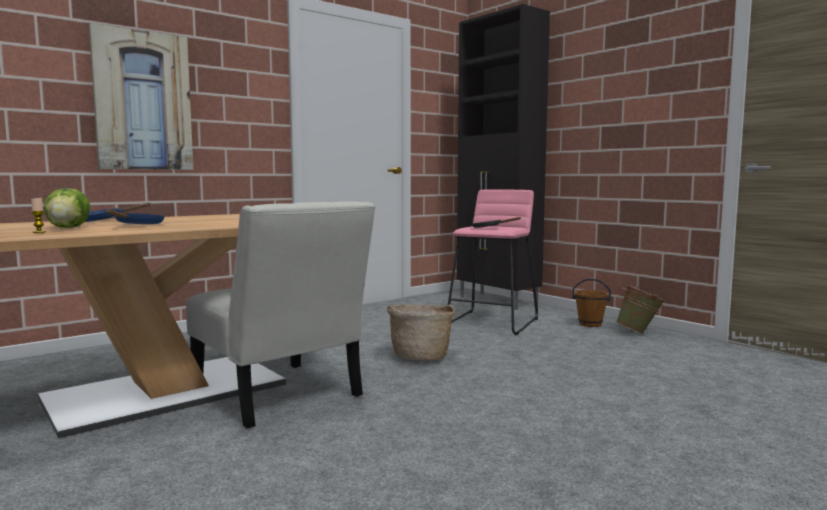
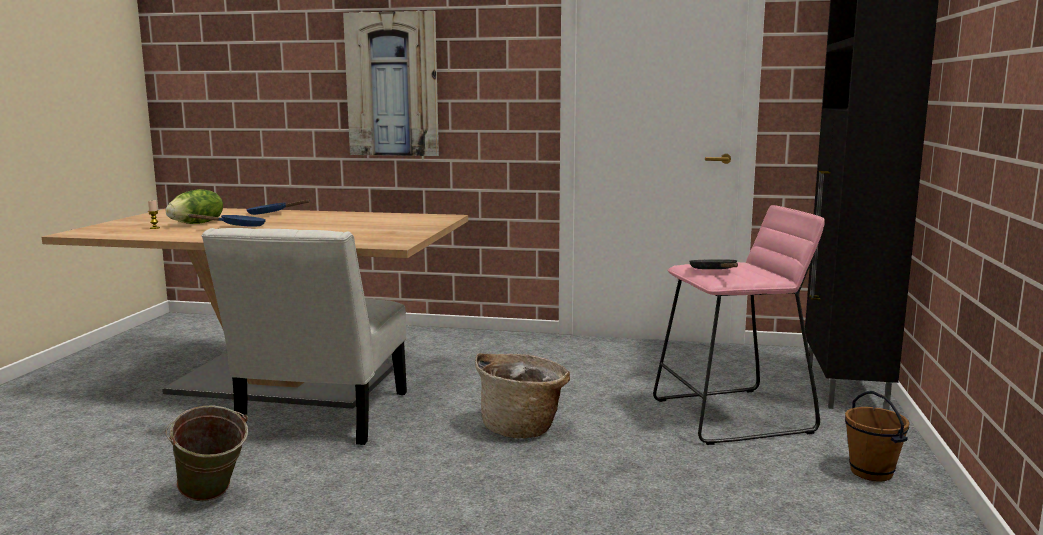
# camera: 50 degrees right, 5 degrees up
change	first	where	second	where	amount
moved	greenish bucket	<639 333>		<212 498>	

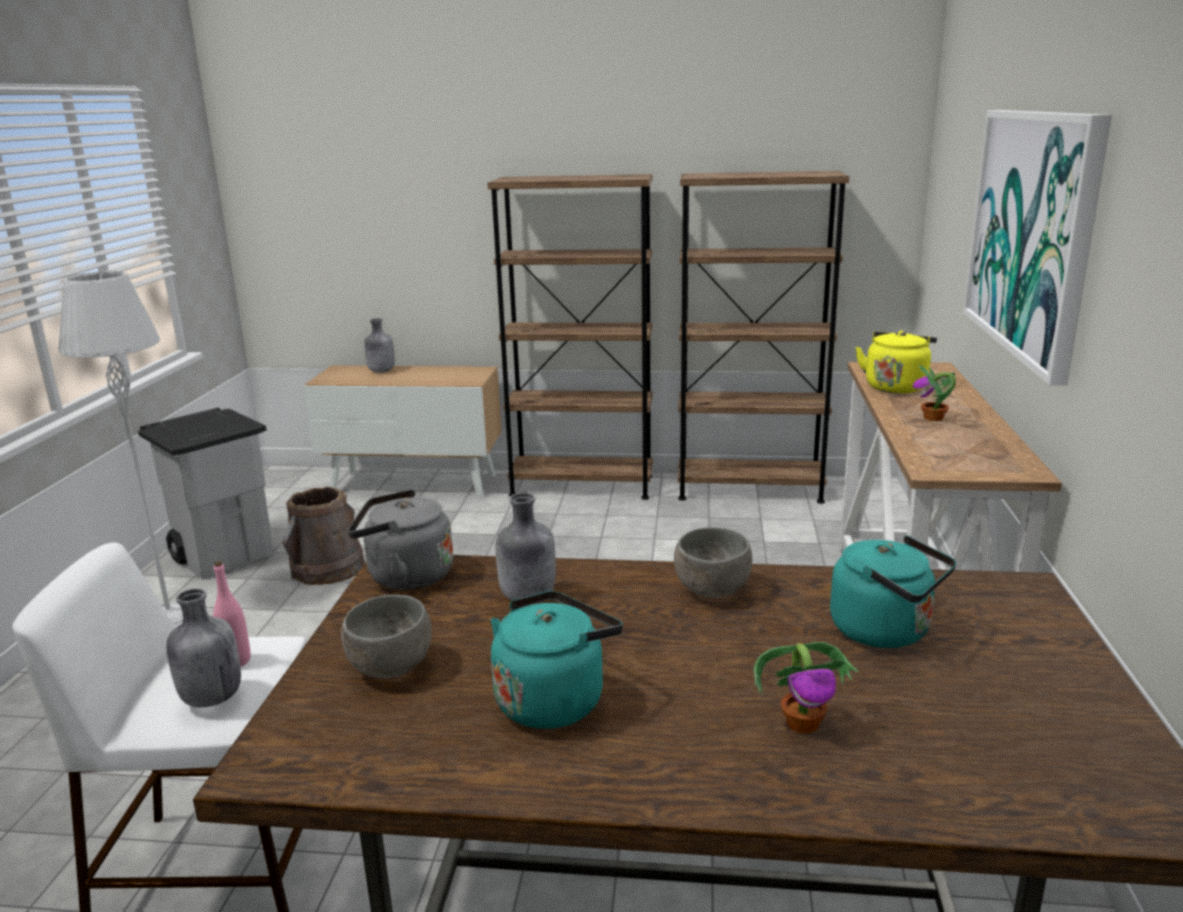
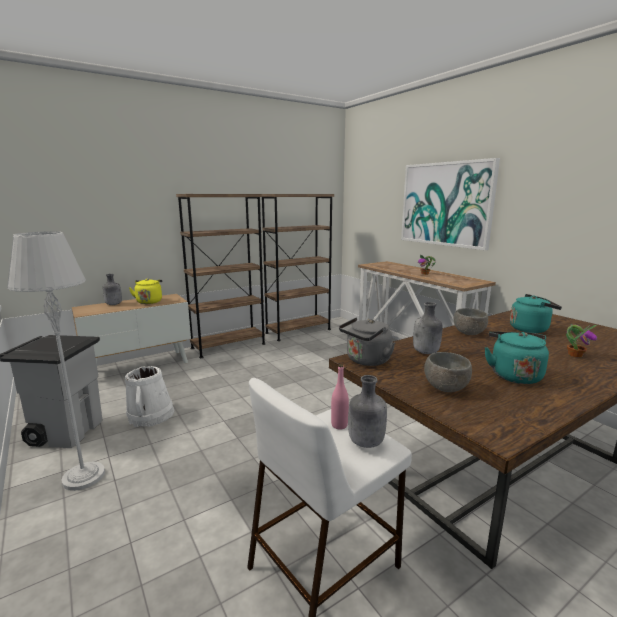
# camera: 40 degrees left, 5 degrees down
change	first	where	second	where	amount
moved	yellowish water kettle	<895 386>		<149 301>	
recoloured	brown-coloured bucket	<328 569>	white-coloured bucket	<151 415>	

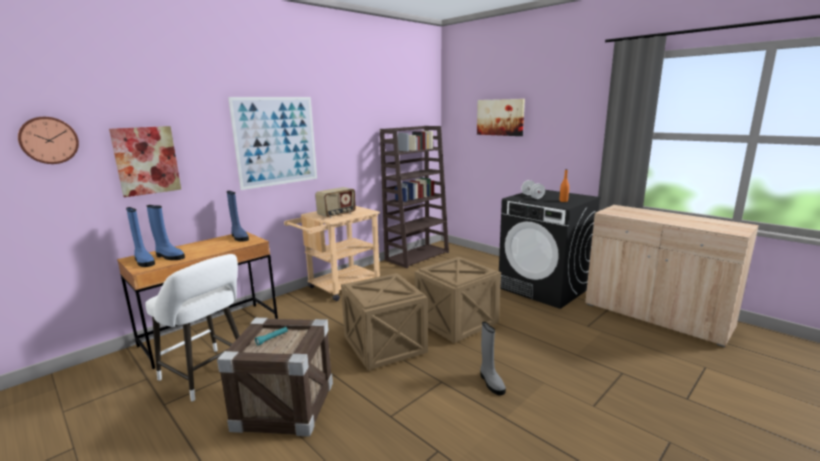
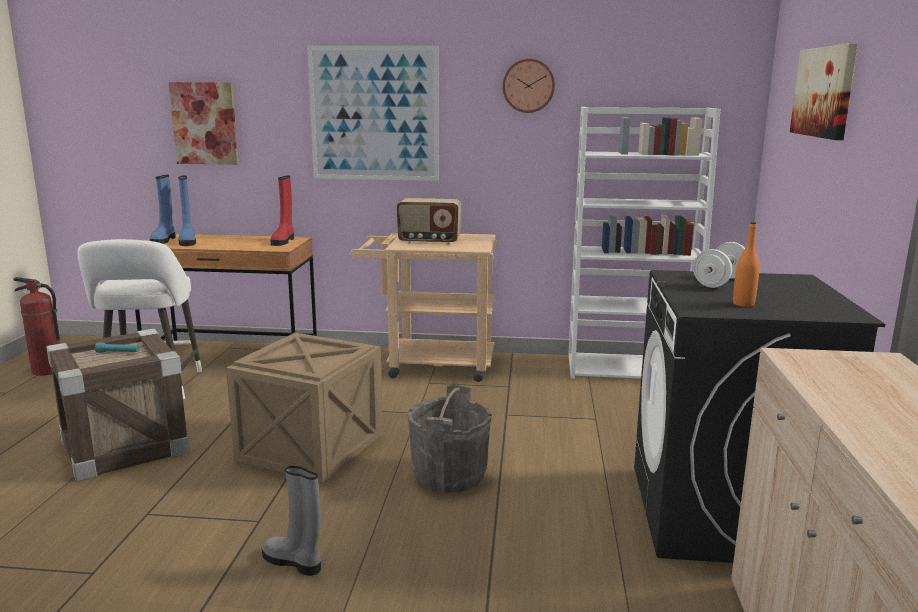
# camera: 50 degrees right, 0 degrees up
change	first	where	second	where	amount
added			fire-fighting cylinder	<47 371>	
moved	hanging clock	<48 140>		<528 86>	
replaced	shipping crate	<457 322>	greyish bucket	<449 475>	
recoloured	blue tall boot	<239 237>	red-coloured tall boot	<283 241>	
recoloured	brown-coloured shelving unit	<417 256>	white-coloured shelving unit	<631 369>	
turned	greyish tall boot	<491 382>		<294 562>	90 degrees clockwise

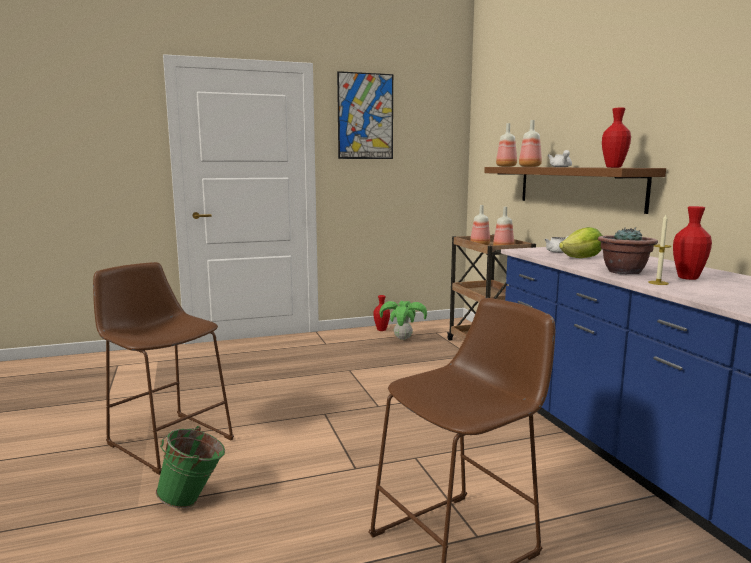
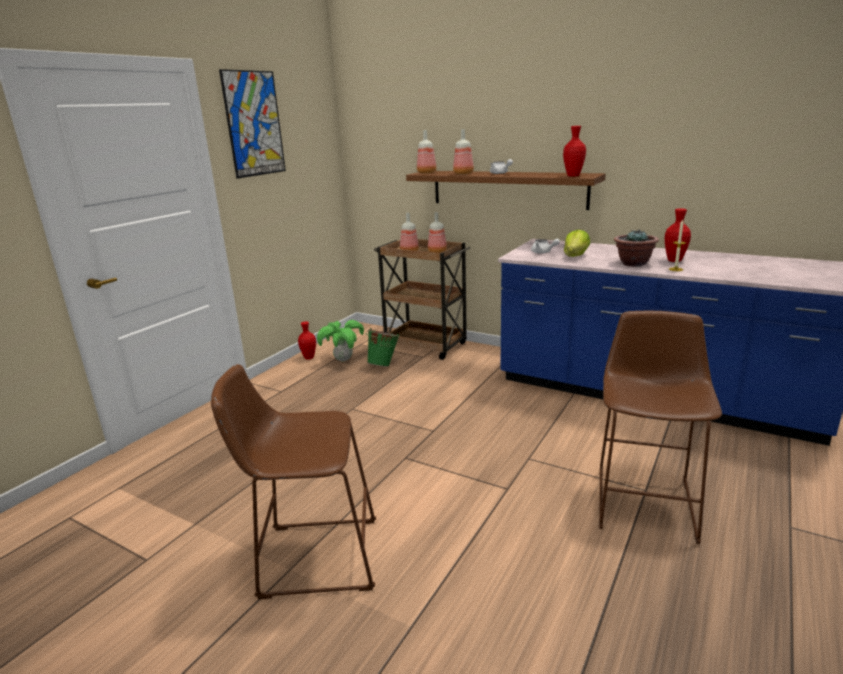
# camera: 40 degrees left, 10 degrees up
change	first	where	second	where	amount
moved	greenish bucket	<194 500>		<384 365>	

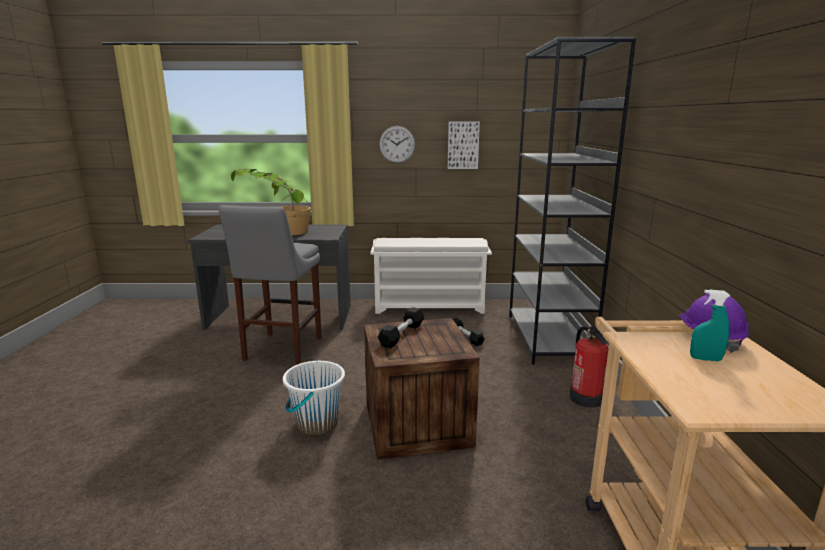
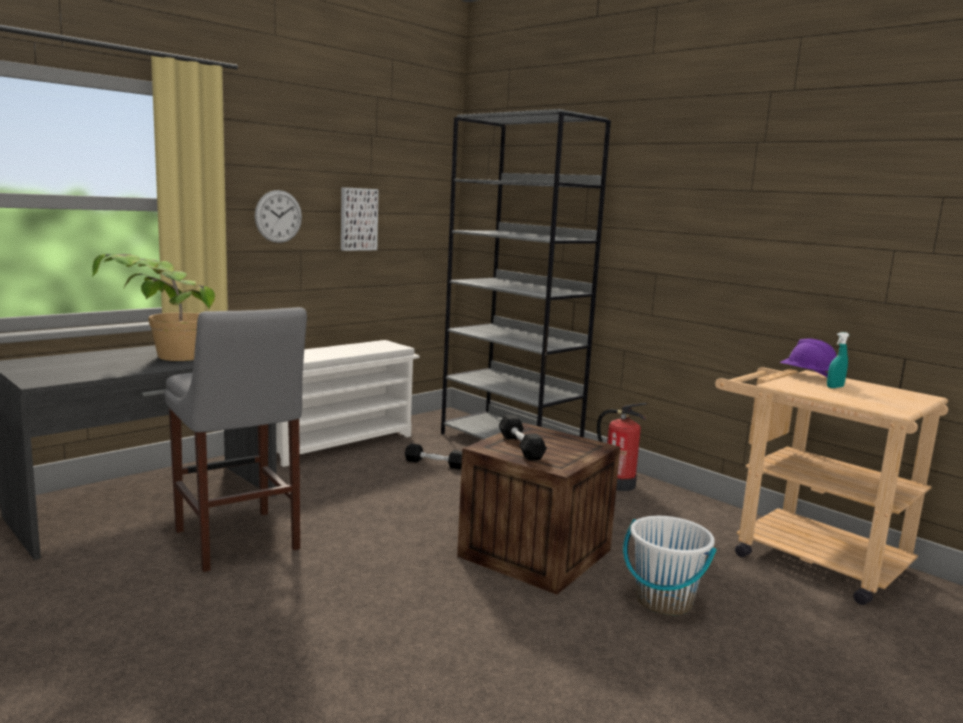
# camera: 45 degrees left, 5 degrees down
change	first	where	second	where	amount
moved	white-coloured bucket	<316 423>		<663 601>	

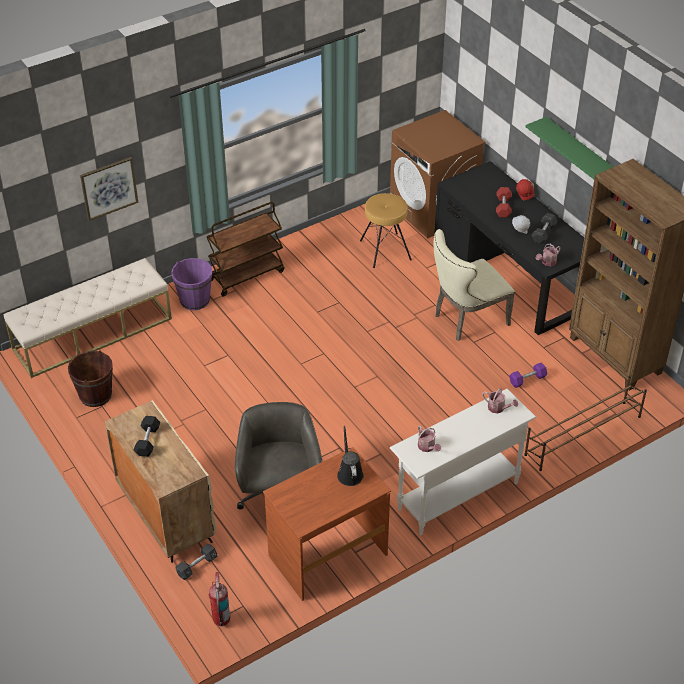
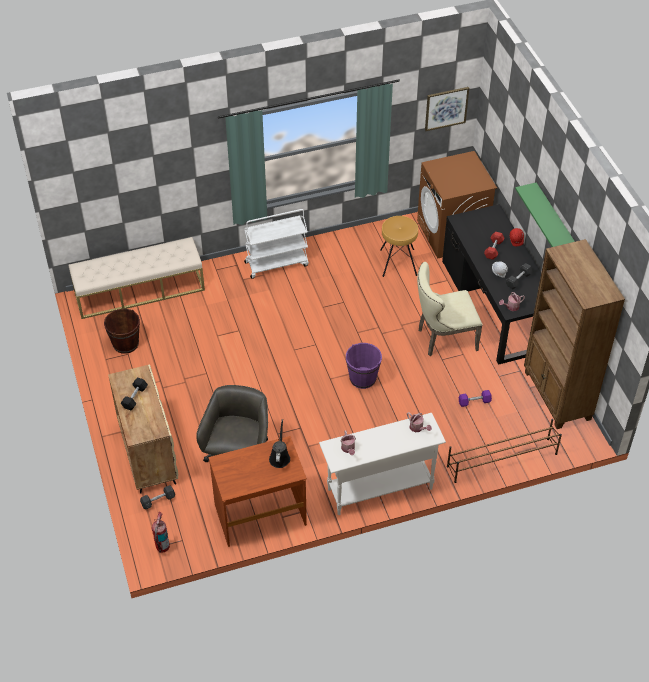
# camera: 15 degrees right, 5 degrees up
change	first	where	second	where	amount
moved	picture	<109 188>		<446 108>	
moved	purple bucket	<195 300>		<362 378>	
recoloured	brown-coloured wheeled cart	<247 275>	white-coloured wheeled cart	<277 263>	

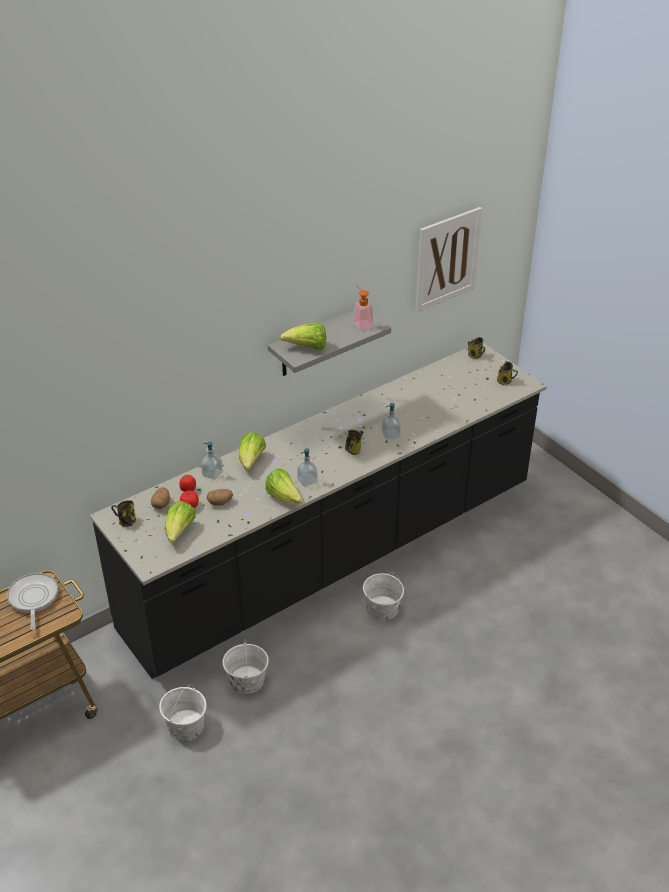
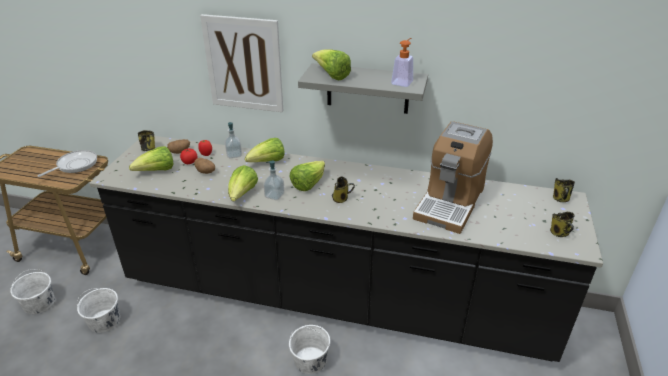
# camera: 50 degrees right, 5 degrees down
change	first	where	second	where	amount
removed	liquid soap bottle	<390 435>			
added			head of lettuce	<308 184>	
added			coffee maker	<450 202>	
moved	white-coloured bucket	<247 680>		<39 303>	
moved	picture	<447 259>		<244 64>	

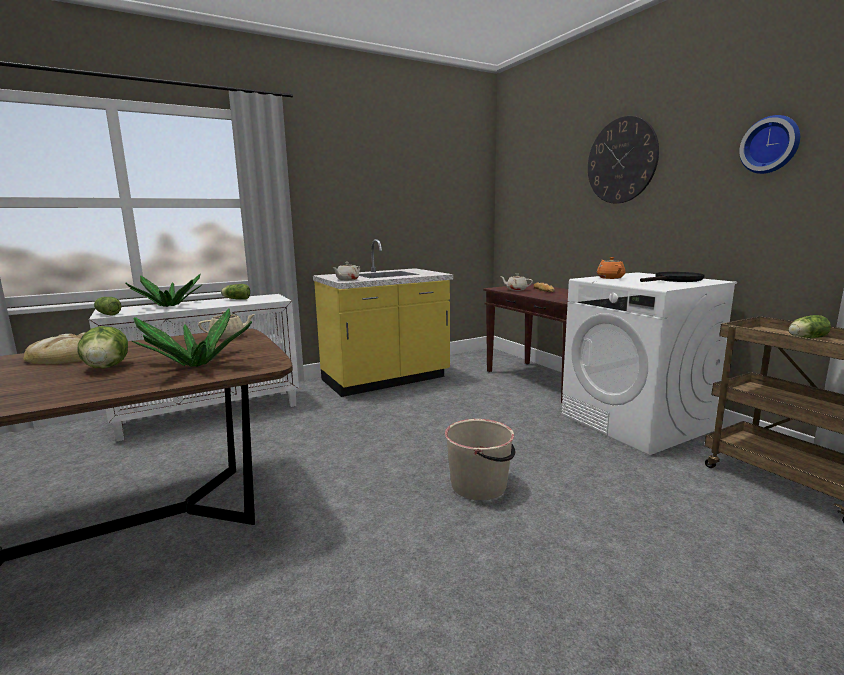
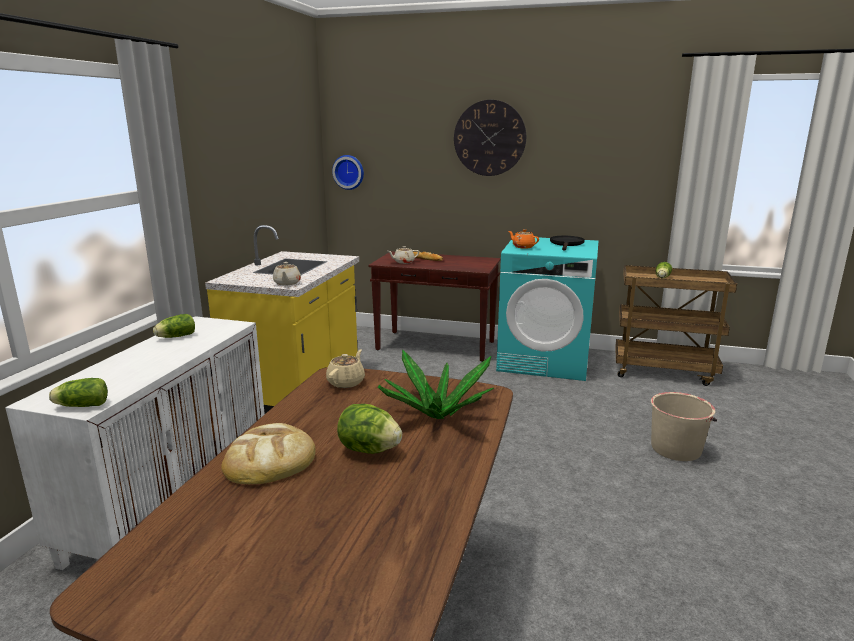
# camera: 45 degrees left, 5 degrees up
change	first	where	second	where	amount
removed	plant in a pot	<169 306>			
moved	sand-coloured bucket	<479 485>		<676 448>	
moved	hanging clock	<771 145>		<349 172>	
recoloured	white-coloured washing machine	<635 423>	turquoise-coloured washing machine	<545 360>	

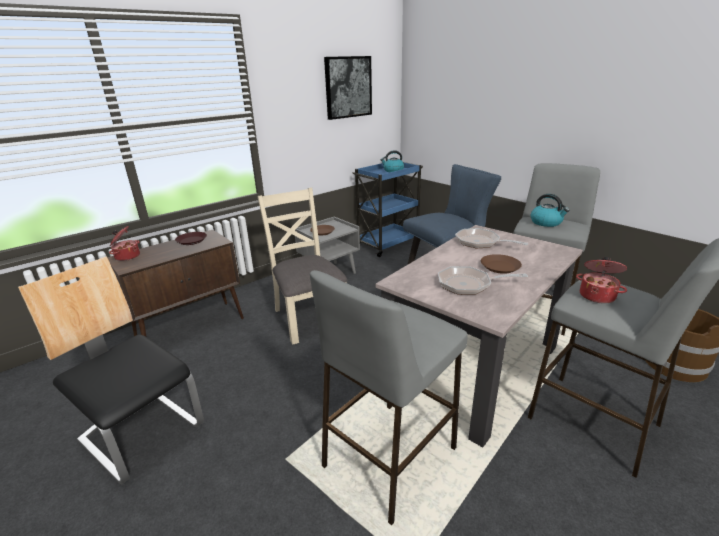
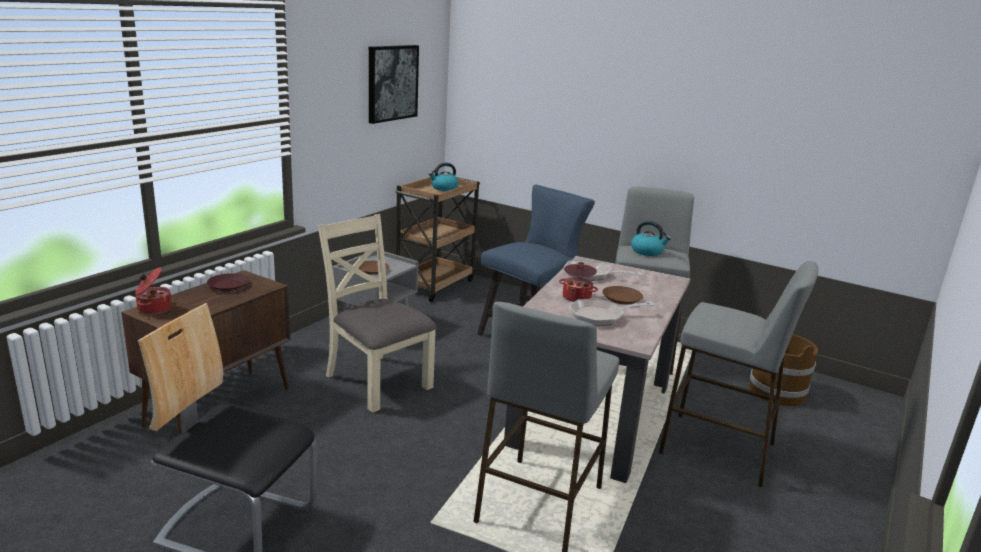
# camera: 20 degrees left, 5 degrees down
change	first	where	second	where	amount
moved	saucepot	<597 295>		<577 297>	
recoloured	blue wheeled cart	<388 244>	brown-coloured wheeled cart	<435 284>	

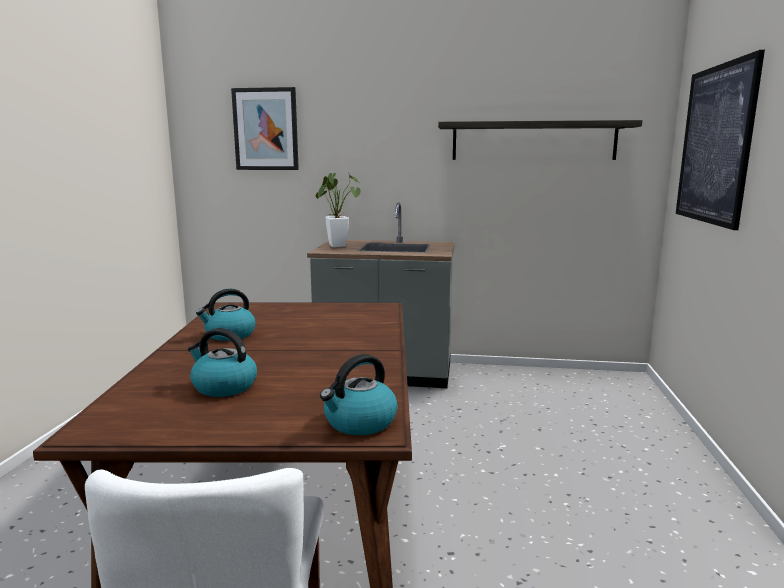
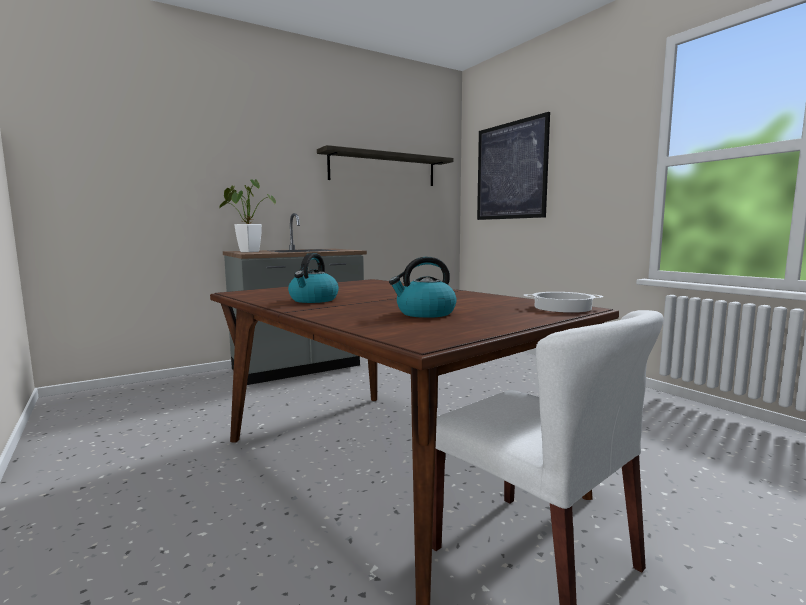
# camera: 40 degrees left, 5 degrees down
change	first	where	second	where	amount
removed	picture	<266 129>			
replaced	water kettle	<359 422>	saucepot	<562 308>	

